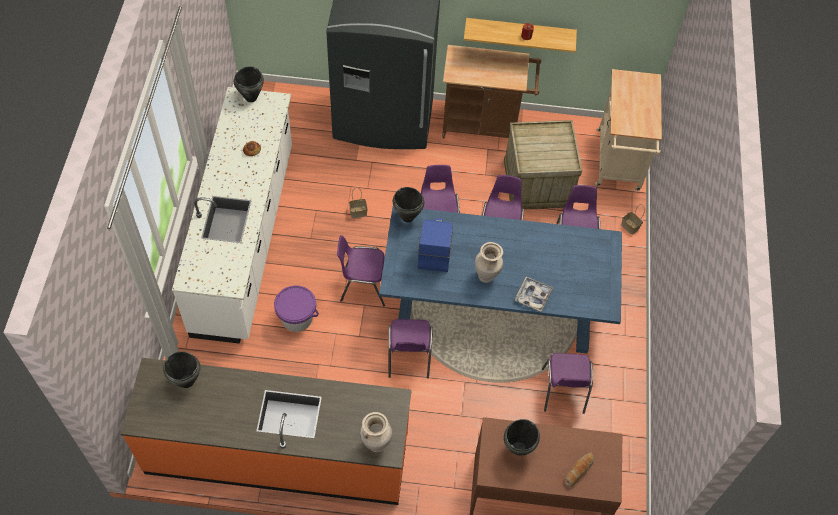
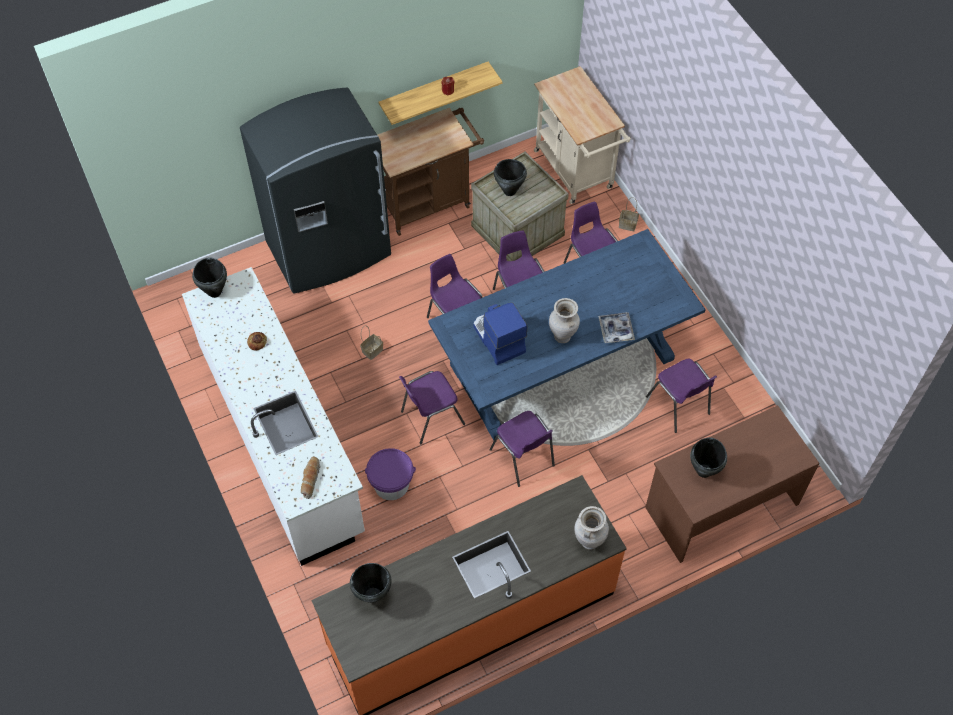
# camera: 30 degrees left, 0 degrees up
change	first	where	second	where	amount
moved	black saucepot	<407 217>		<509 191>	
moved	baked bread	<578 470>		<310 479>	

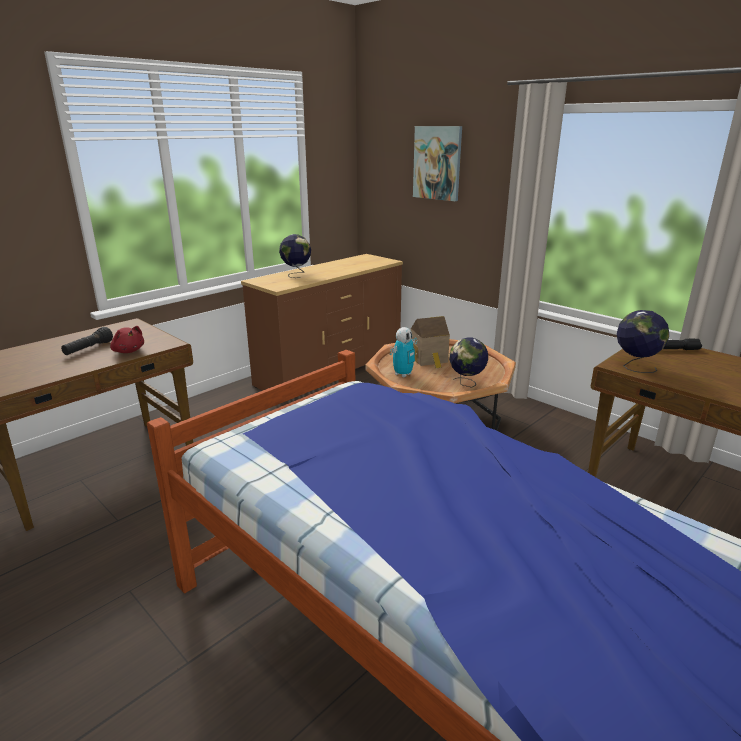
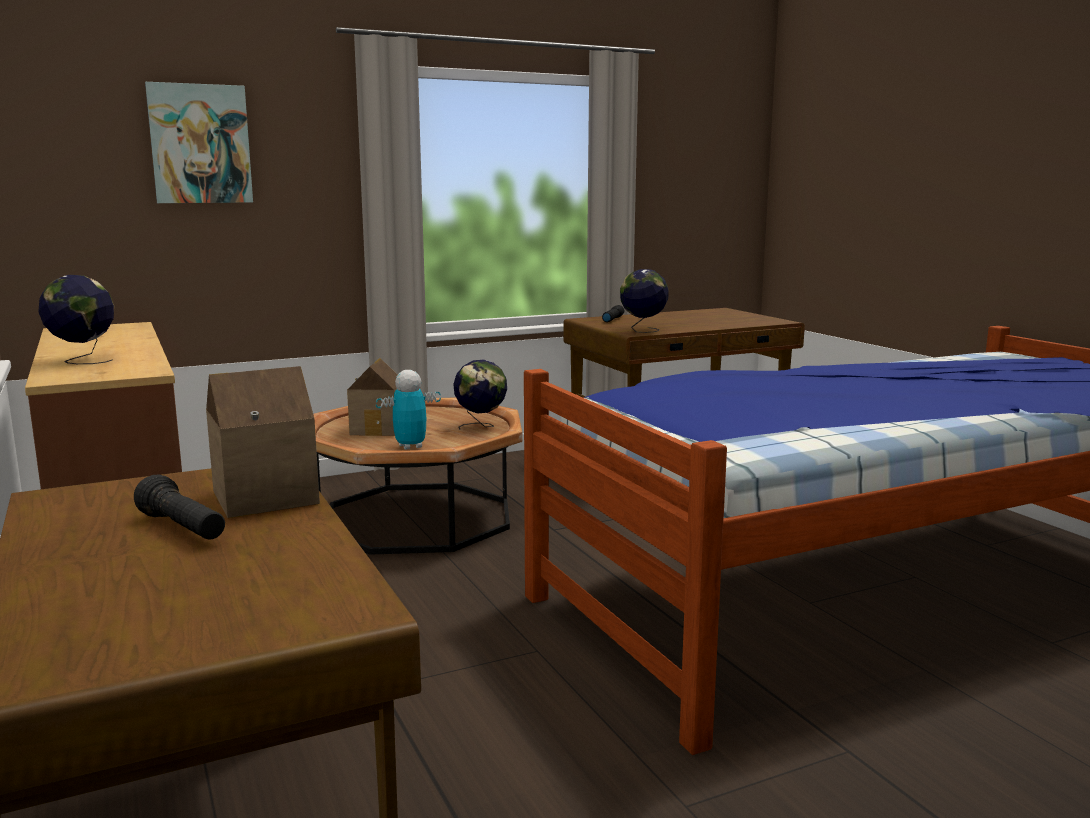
# camera: 70 degrees left, 10 degrees down
change	first	where	second	where	amount
replaced	red-coloured plush toy	<128 351>	toy house	<263 496>	
turned	toy robot	<403 374>		<410 446>	90 degrees counterclockwise

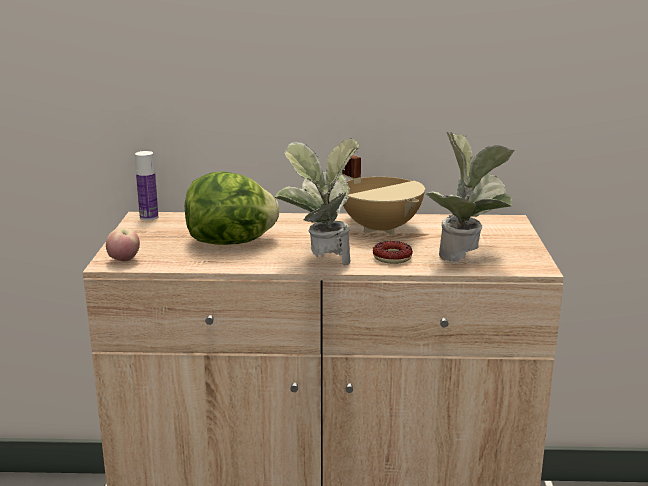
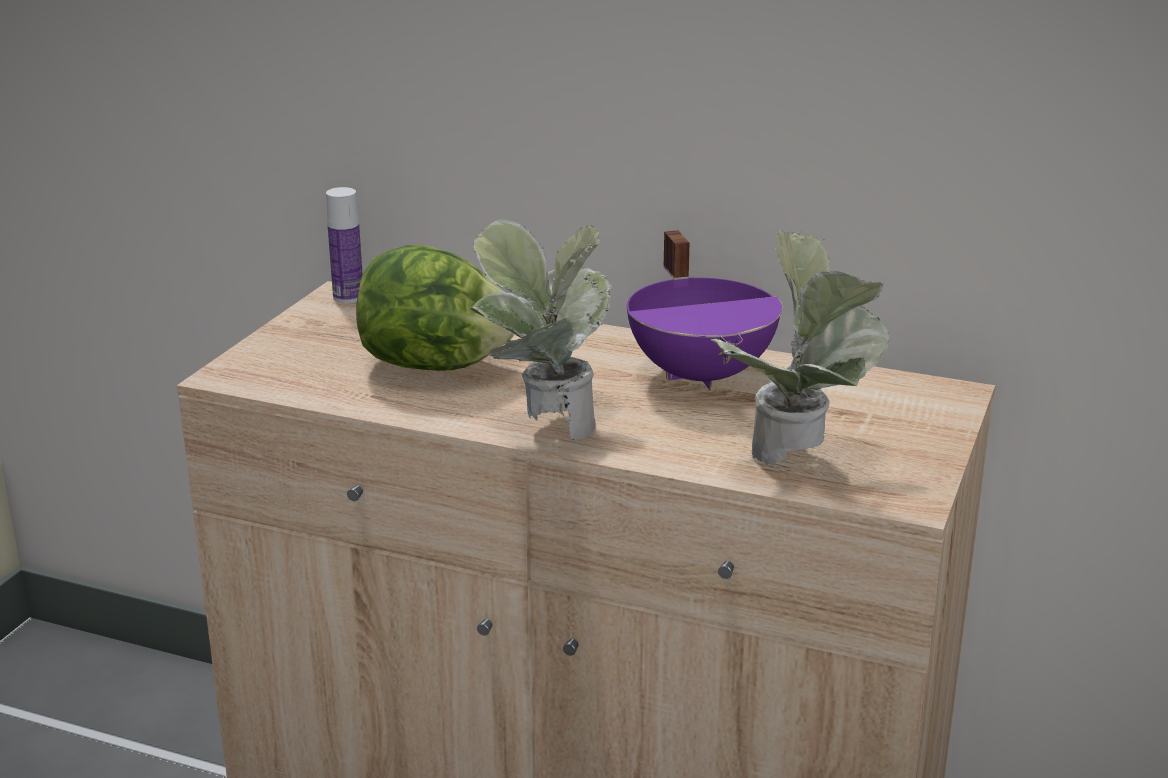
# camera: 20 degrees right, 5 degrees up
change	first	where	second	where	amount
removed	apple	<124 261>			
removed	donut	<392 257>			
recoloured	sand-coloured saucepot	<381 228>	purple saucepot	<703 375>	

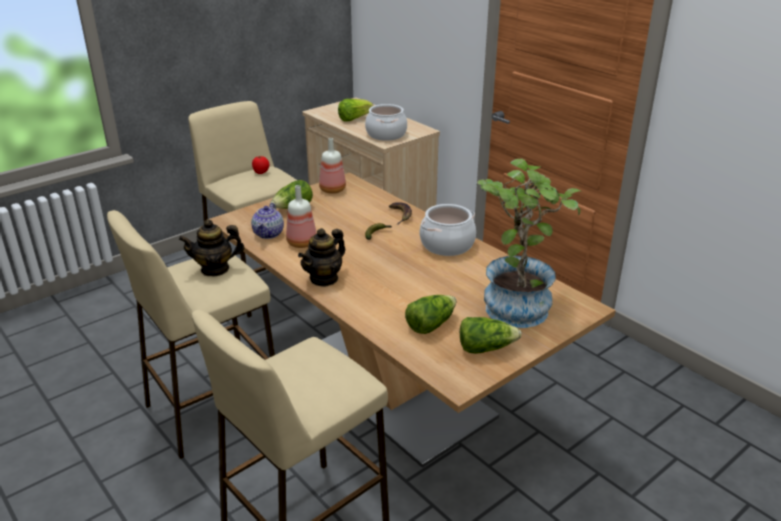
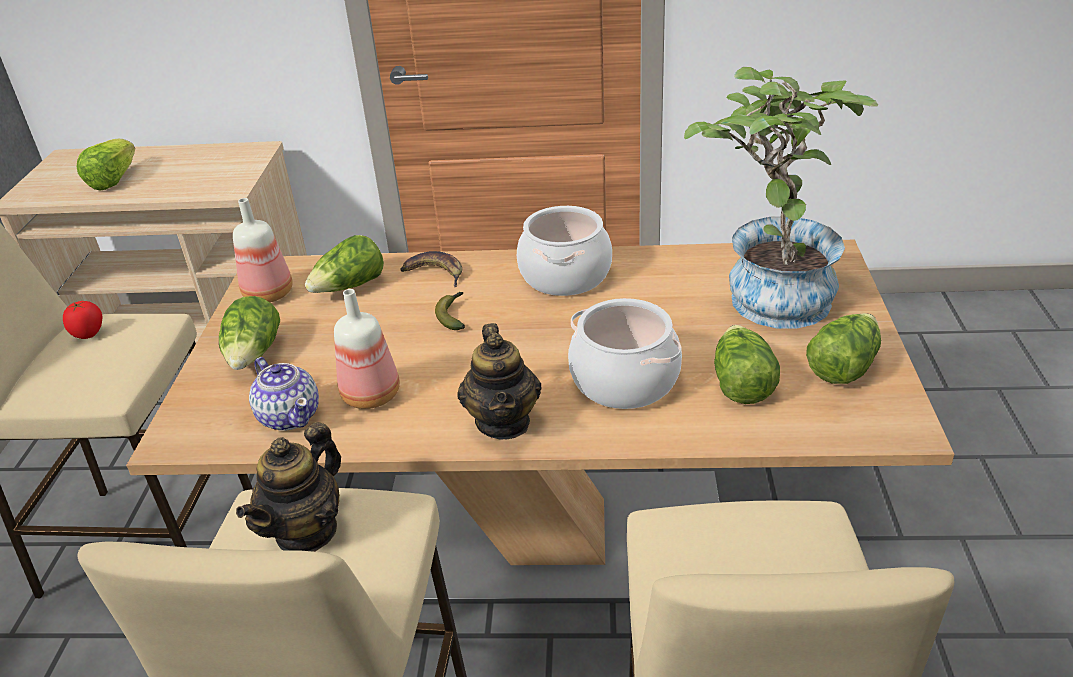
# camera: 45 degrees left, 5 degrees up
change	first	where	second	where	amount
added			head of lettuce	<350 287>	
moved	saucepot	<386 134>		<625 380>	

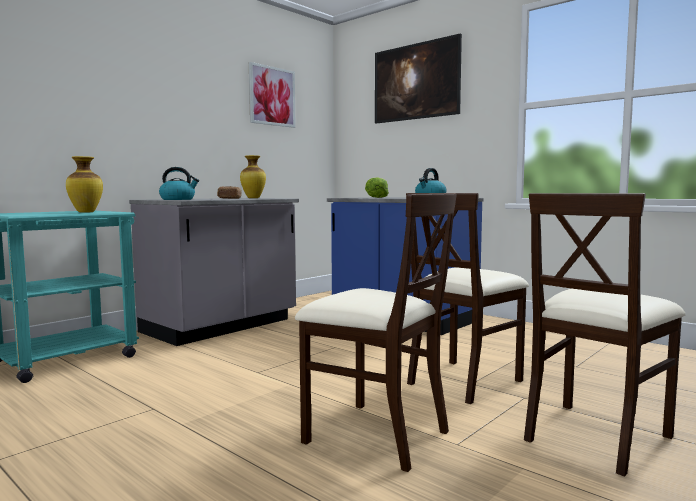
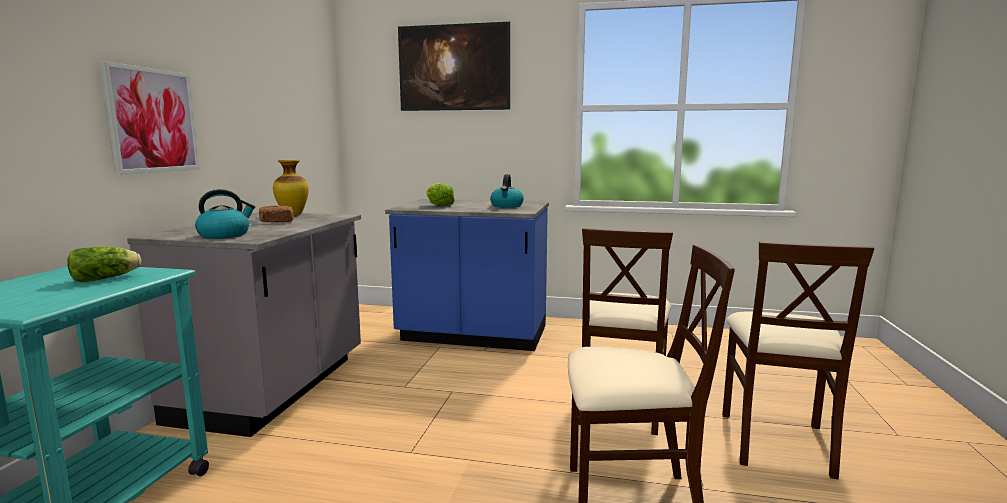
# camera: 30 degrees left, 5 degrees up
change	first	where	second	where	amount
moved	picture	<272 96>		<152 120>	
replaced	vase	<85 212>	head of lettuce	<108 278>	

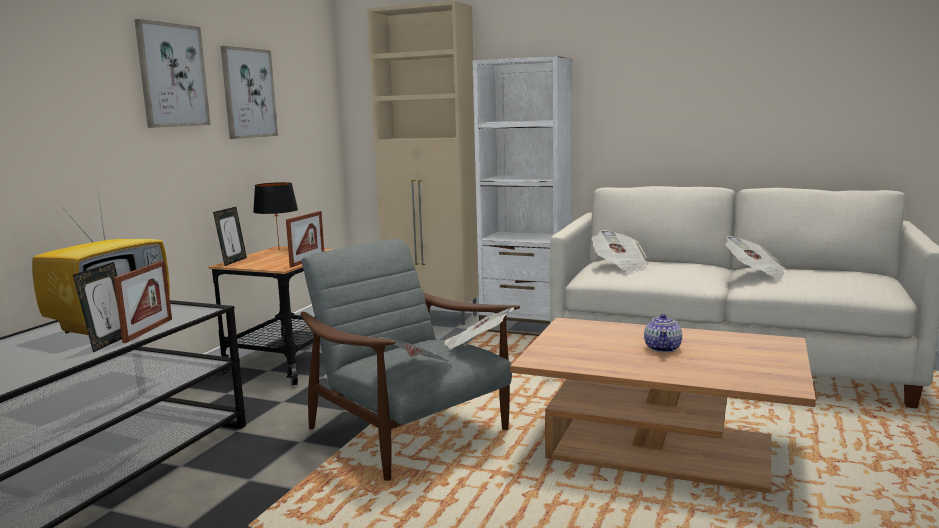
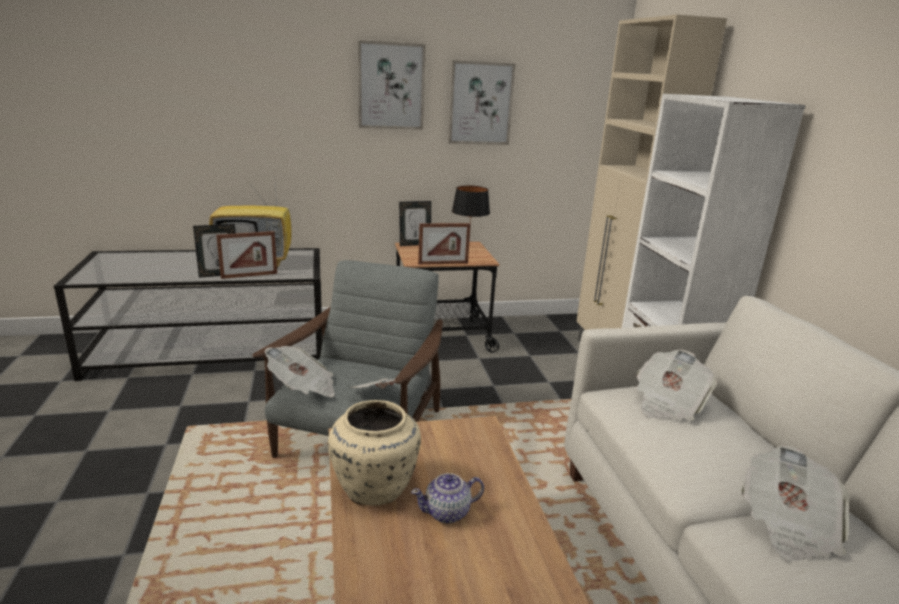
# camera: 55 degrees right, 10 degrees up
change	first	where	second	where	amount
added			sand-coloured vase	<375 488>	

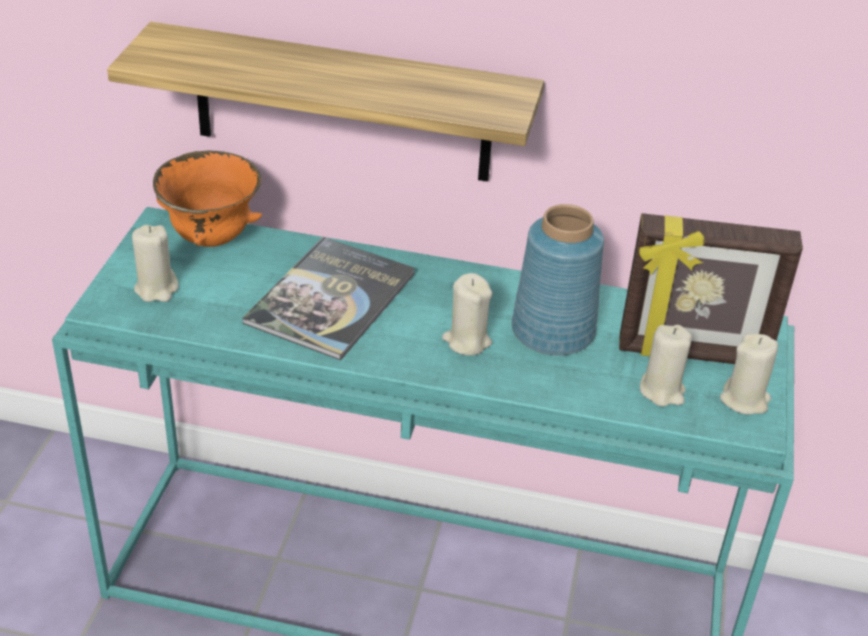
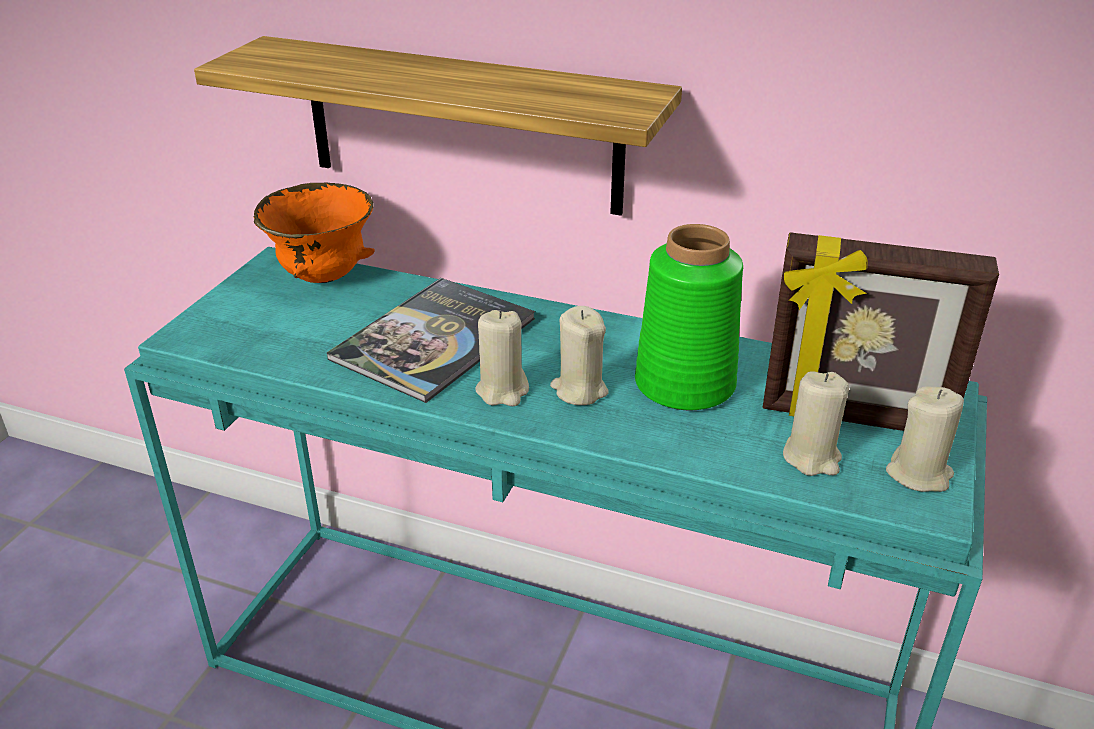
# camera: 10 degrees right, 5 degrees down
change	first	where	second	where	amount
moved	sand-coloured wax light	<157 289>		<502 390>	
recoloured	blue vase	<551 331>	greenish vase	<683 384>	

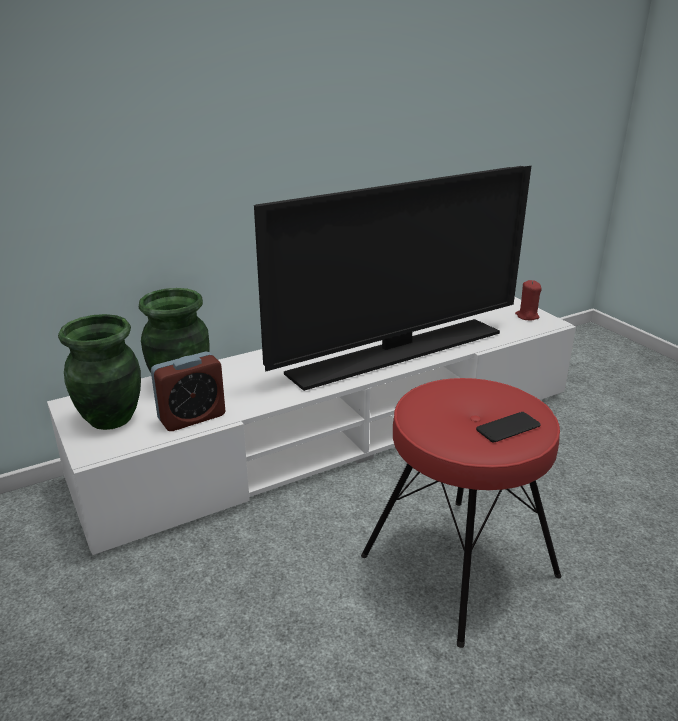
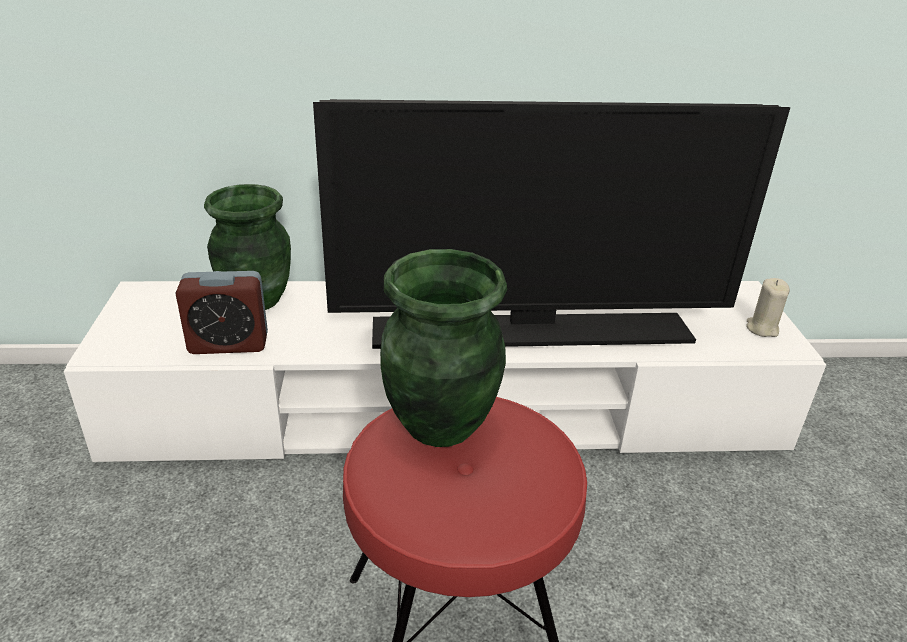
# camera: 25 degrees right, 5 degrees up
change	first	where	second	where	amount
removed	phone	<508 428>			
moved	greenish vase	<111 419>		<440 425>	
recoloured	red-coloured wax light	<527 316>	sand-coloured wax light	<762 328>	

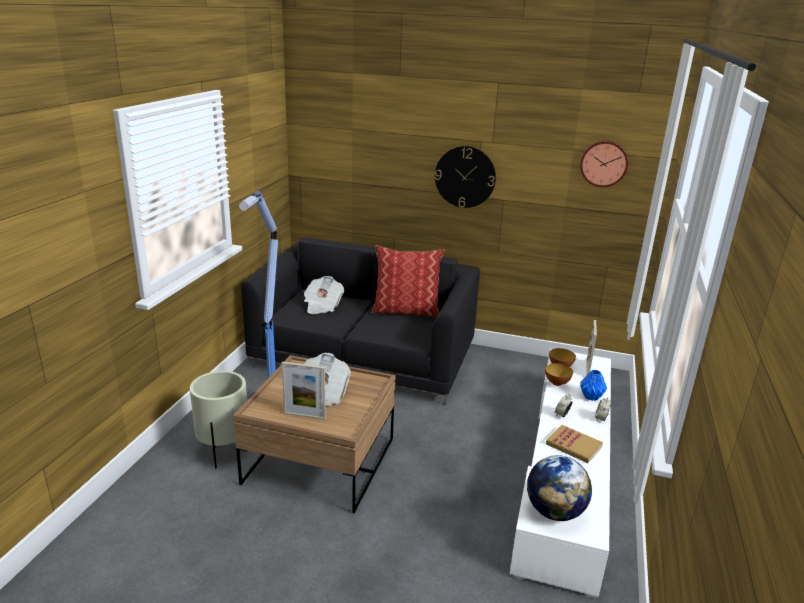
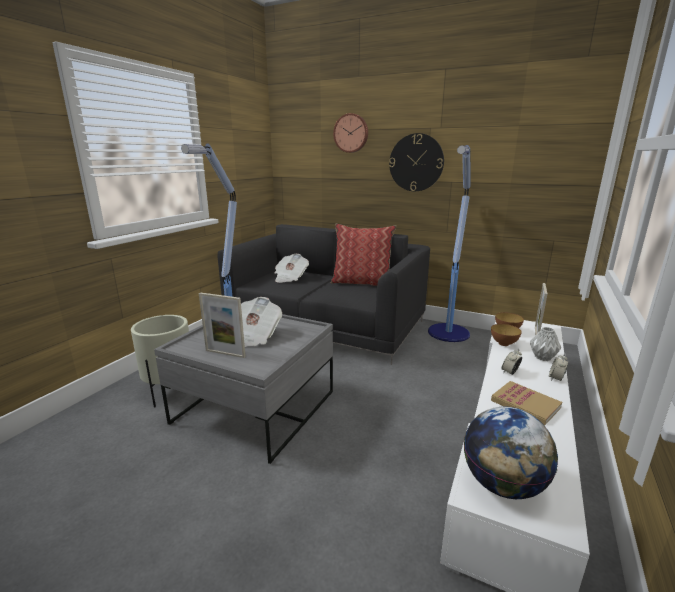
# camera: 10 degrees right, 5 degrees down
change	first	where	second	where	amount
added			standard lamp	<448 333>	
moved	hanging clock	<604 163>		<351 133>	
recoloured	brown-coloured coffee table	<320 461>	greyish coffee table	<255 407>	
recoloured	blue vase	<591 397>	greyish vase	<542 358>	

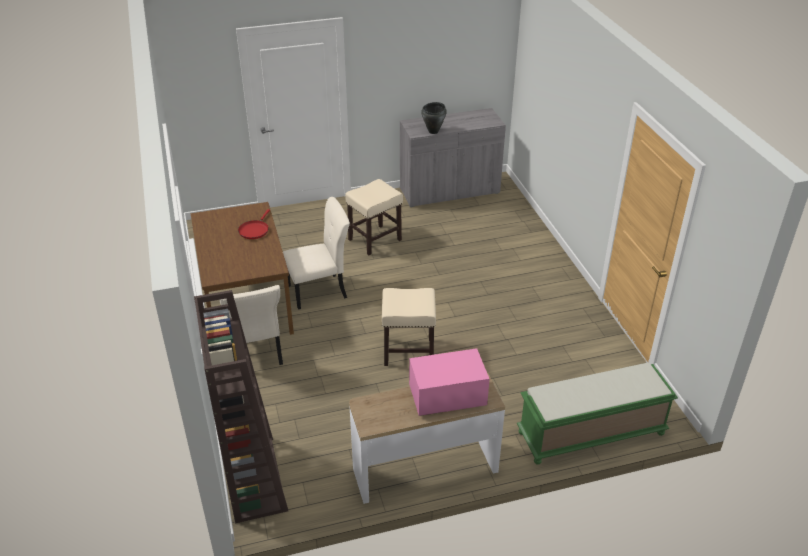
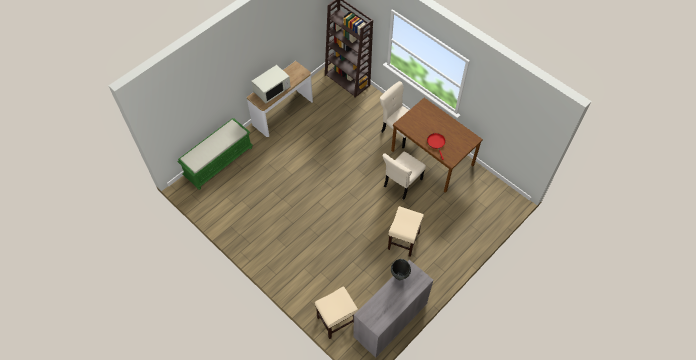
# camera: 150 degrees right, 20 degrees up
change	first	where	second	where	amount
moved	sand-coloured stool	<408 352>		<337 320>	
recoloured	pinkish microwave oven	<447 397>	white-coloured microwave oven	<272 90>	

